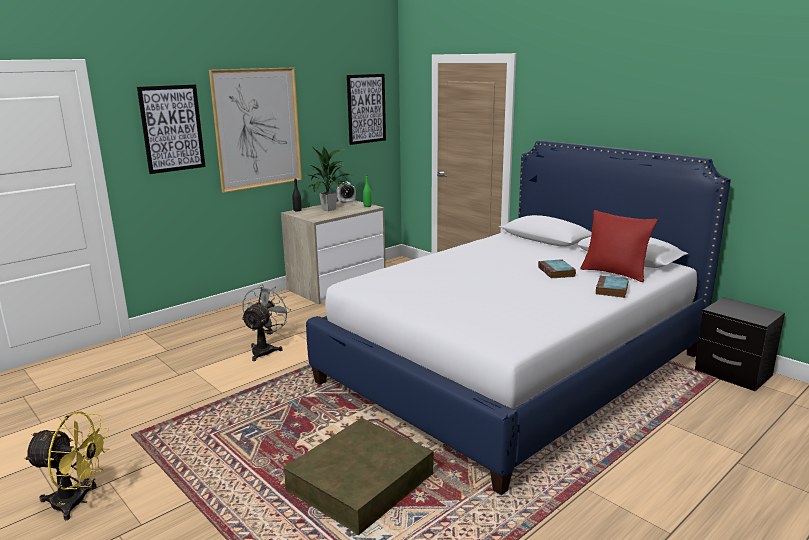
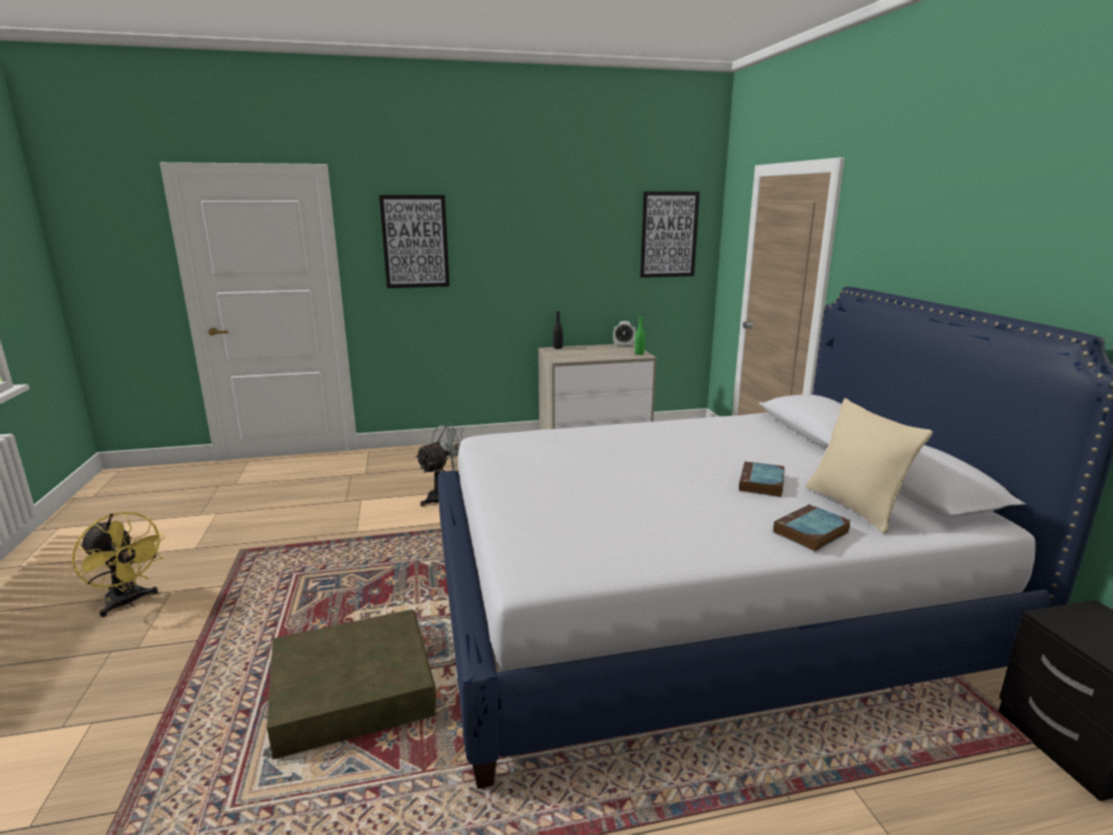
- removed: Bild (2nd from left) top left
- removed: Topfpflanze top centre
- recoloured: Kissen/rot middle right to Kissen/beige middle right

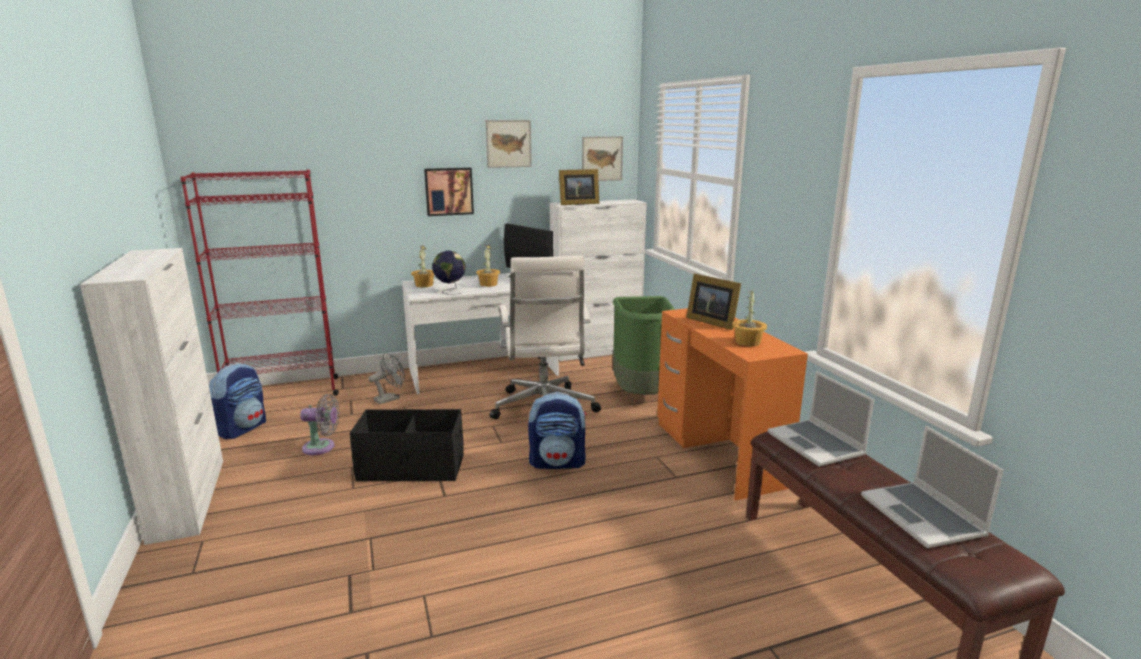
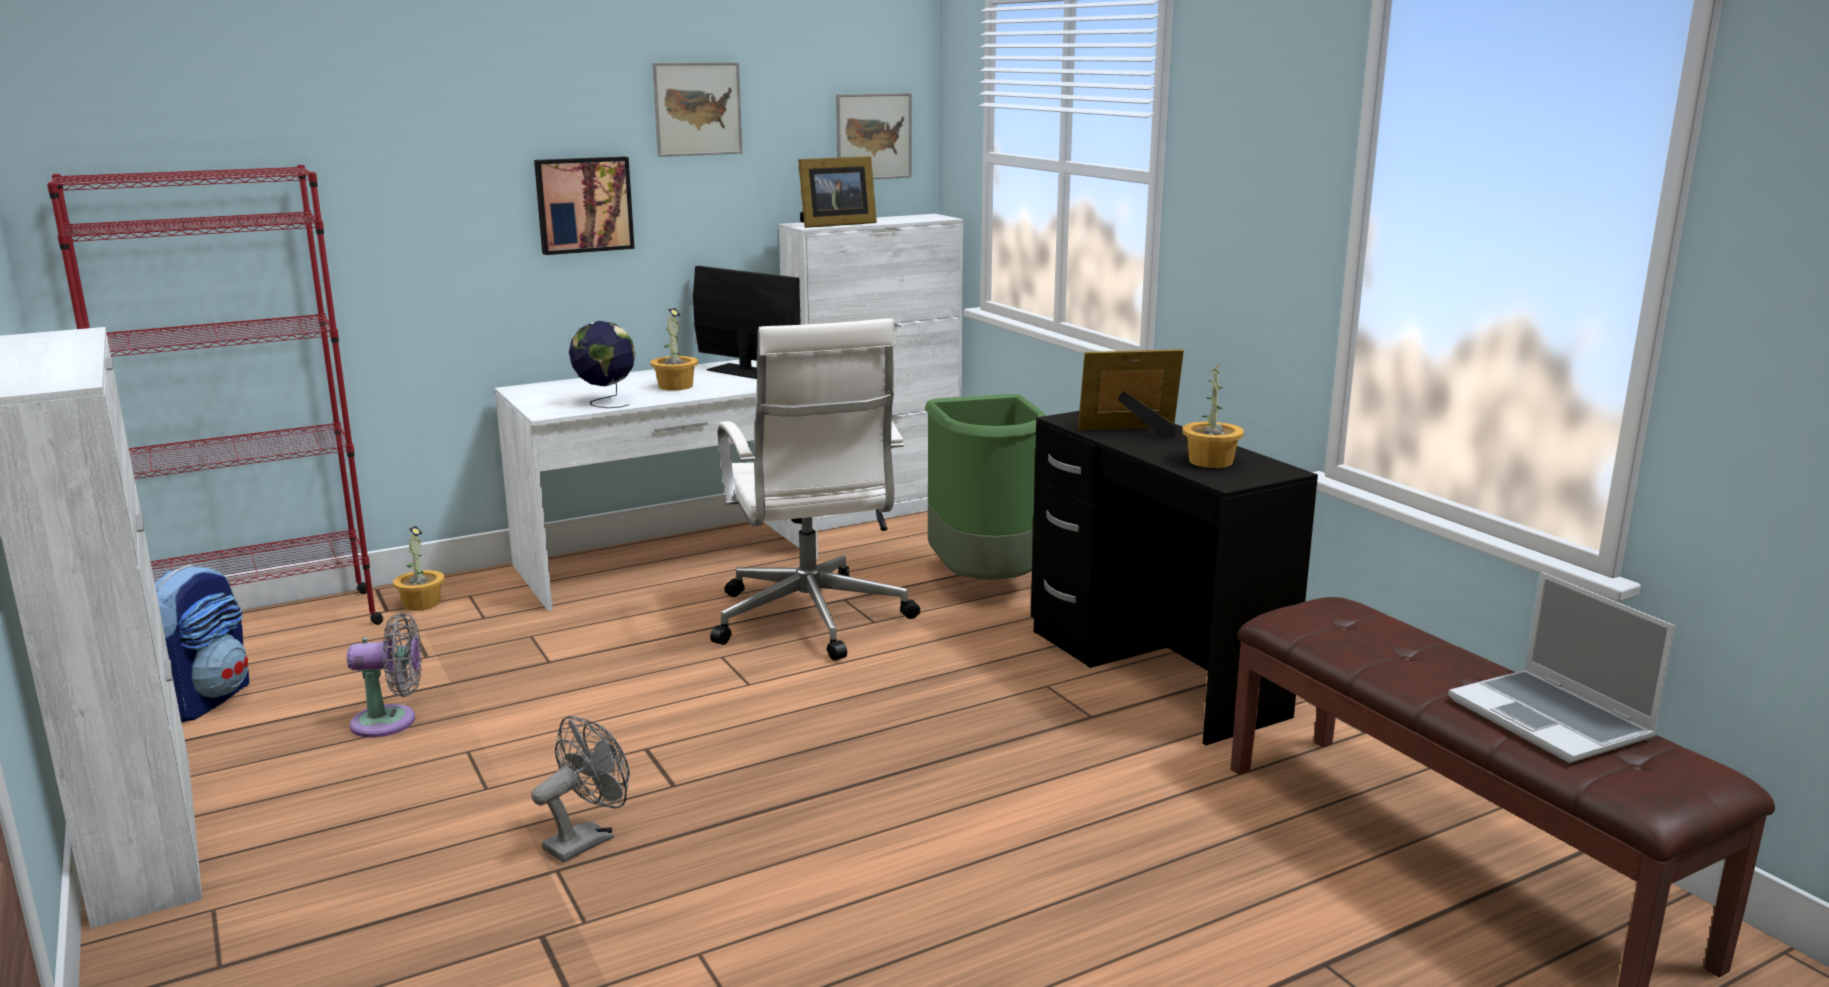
- moved: Topfpflanze (1st from left) centre to middle left
- turned: Bilderrahmen (2nd from left) centre = centre 135 degrees clockwise
- recoloured: Schreibtisch/orange centre to Schreibtisch/schwarz centre
- moved: Ventilator/grau (2nd from left) centre to bottom left
- removed: Laptop (1st from left) middle right
- removed: Rucksack (2nd from left) centre
- removed: Aufbewahrungsbox/schwarz bottom centre

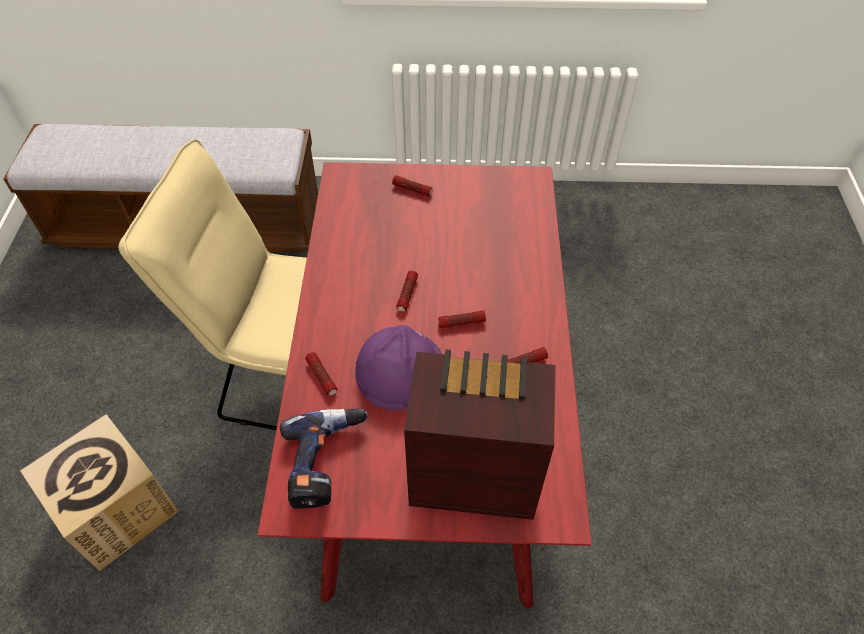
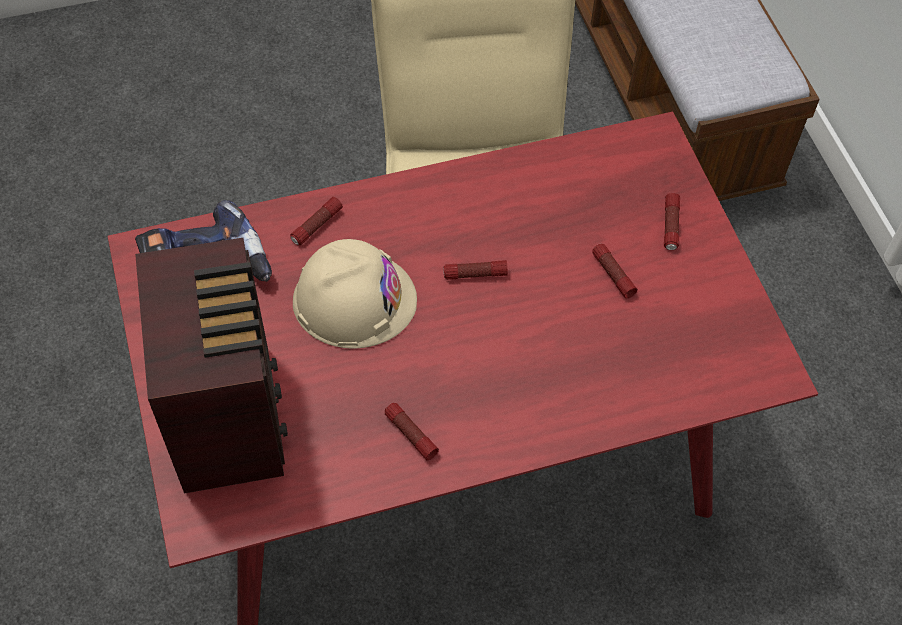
- moved: Taschenlampe (4th from left) centre to middle right
- recoloured: Schutzhelm/lila centre to Schutzhelm/beige centre
- removed: Karton bottom left

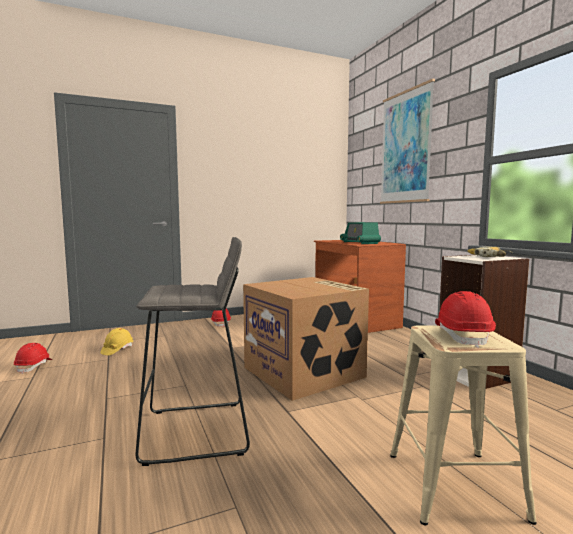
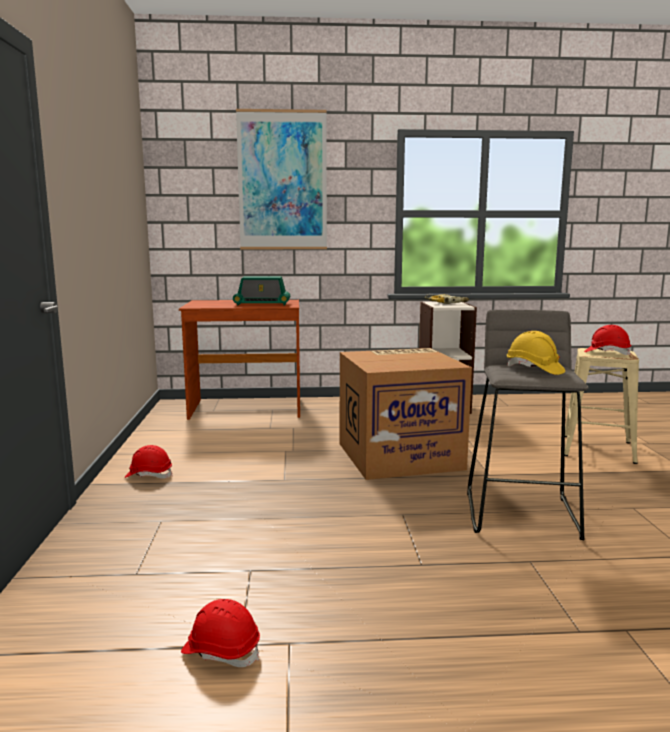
- moved: Schutzhelm/gelb middle left to middle right

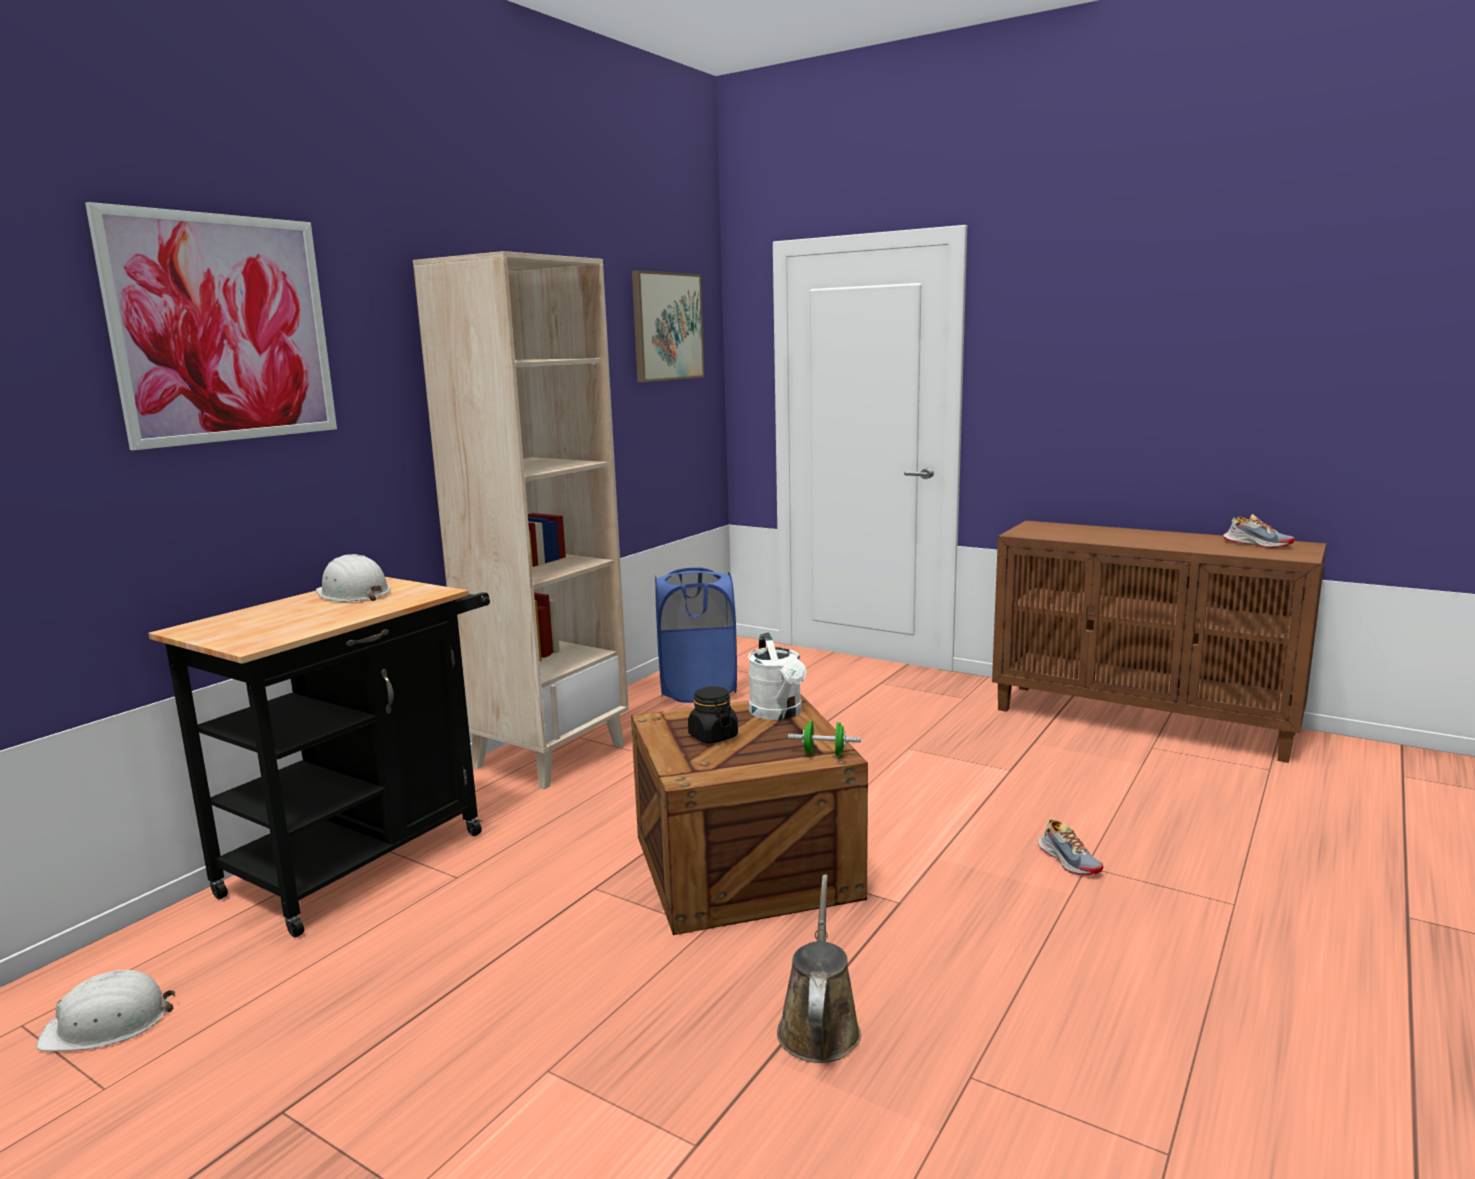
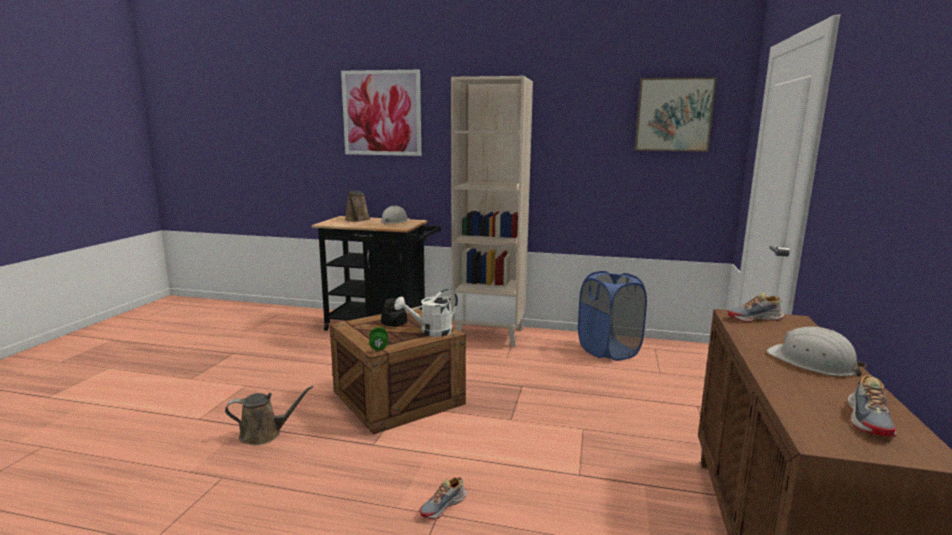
- moved: Schutzhelm/weiß (1st from left in the first image) bottom left to Schutzhelm/weiß (2nd from left) middle right
- added: Gießkanne/braun (2nd from left) centre
- added: Schuh (2nd from left) middle right

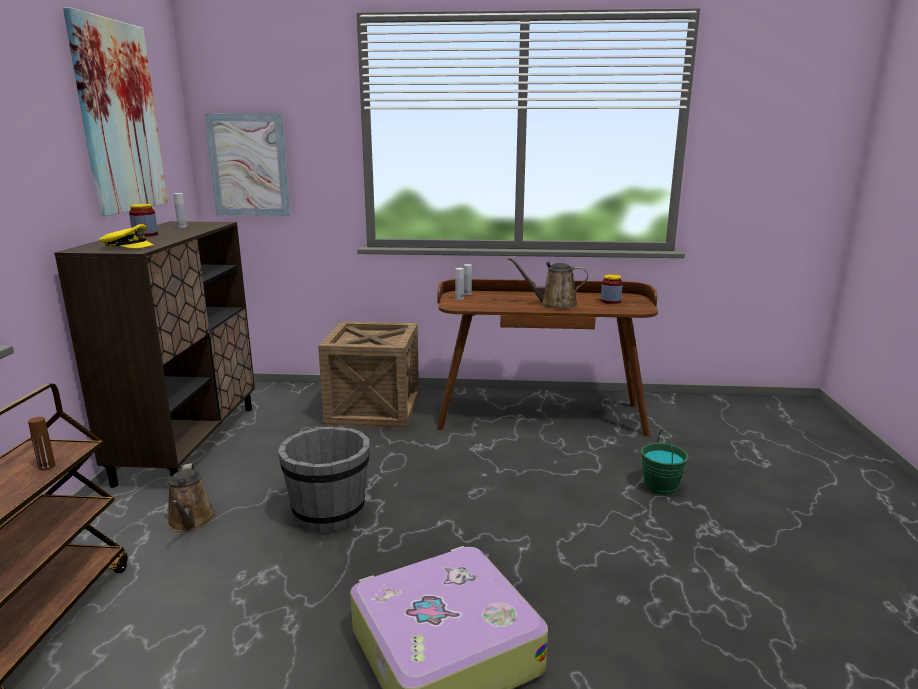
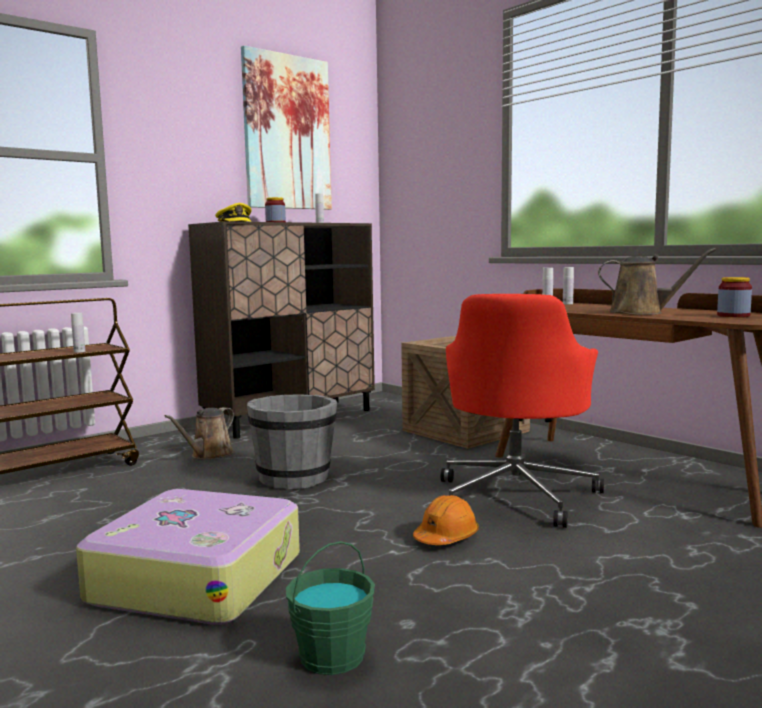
- removed: Bild (2nd from left) top left
- turned: Gießkanne/braun (2nd from left) centre = middle right 150 degrees clockwise
- recoloured: Flasche/braun middle left to Flasche/weiß (1st from left) middle left
- moved: Eimer/grün bottom right to bottom centre
- added: Bürostuhl/rot middle right
- added: Schutzhelm/orange bottom centre

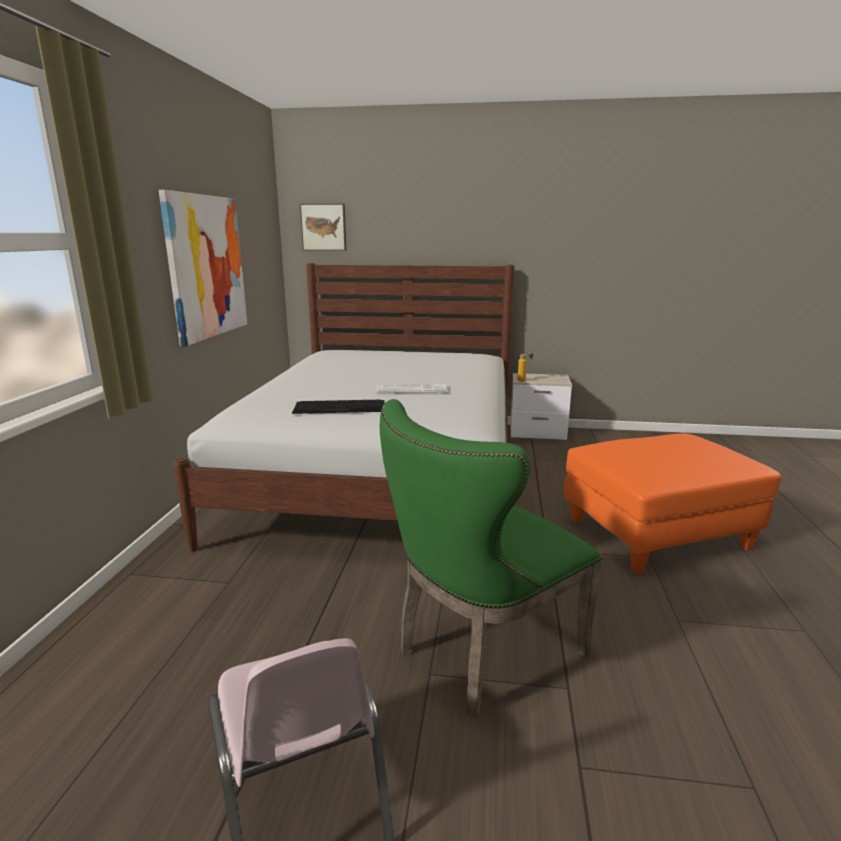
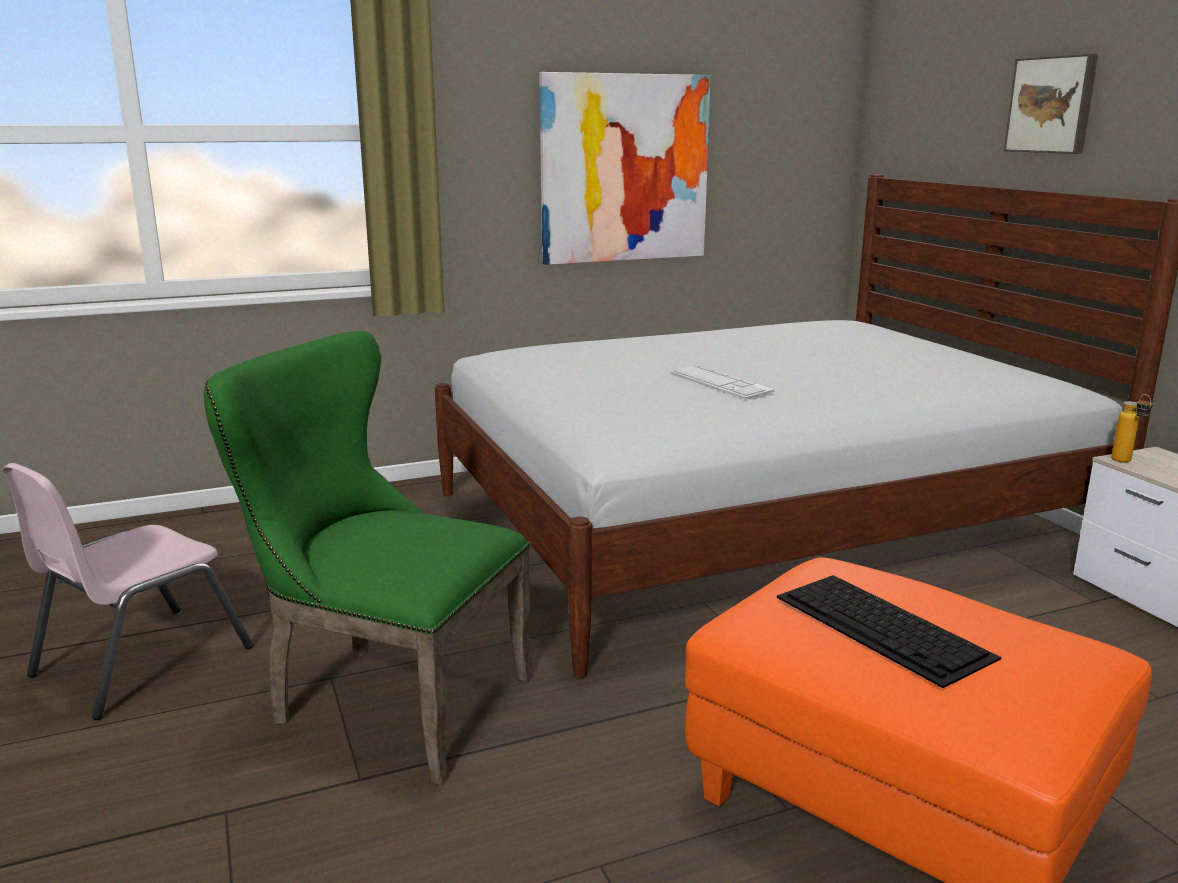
- moved: Bild (2nd from left) top centre to top right
- moved: Tastatur (1st from left in the first image) centre to Tastatur (2nd from left) bottom right

